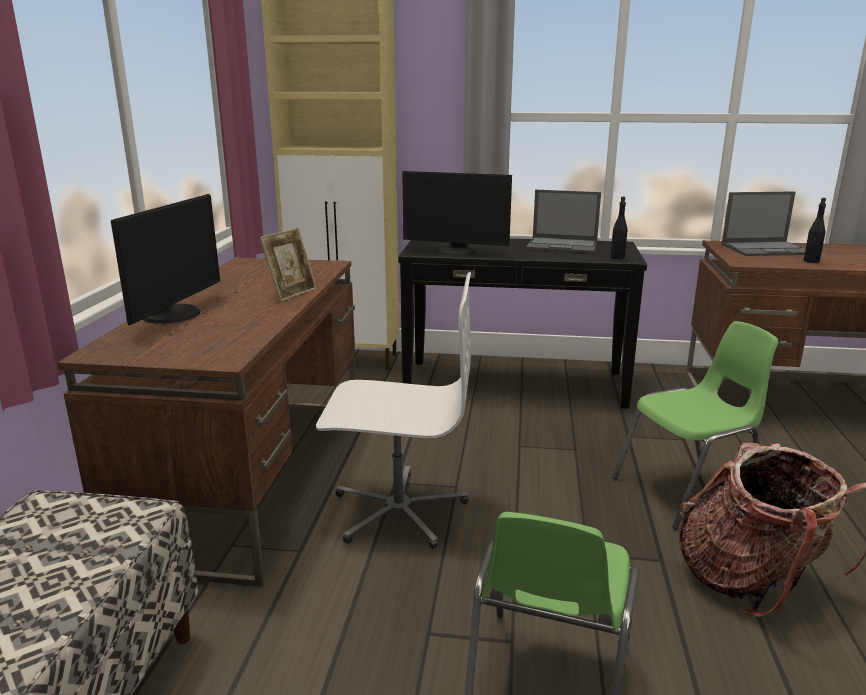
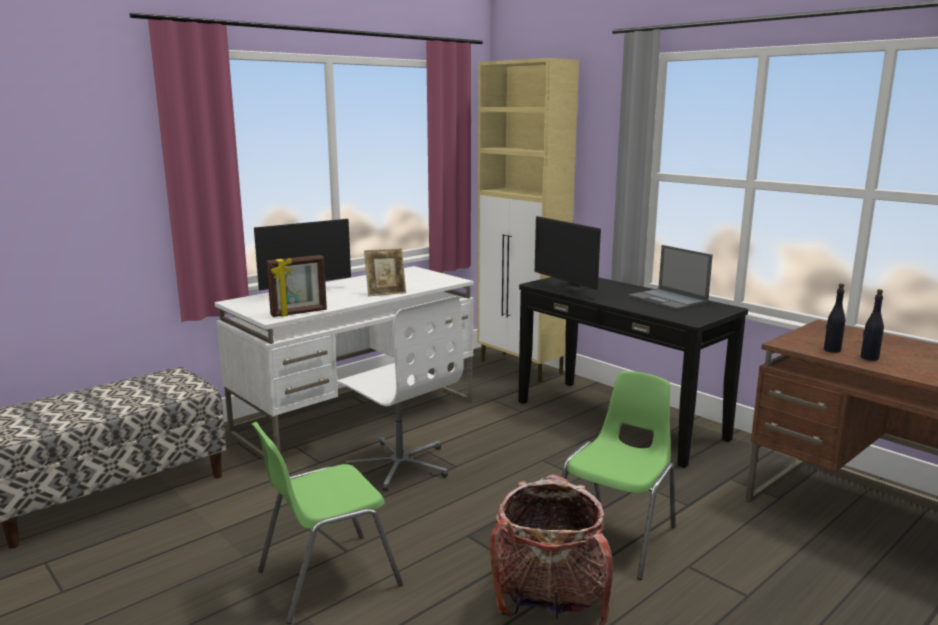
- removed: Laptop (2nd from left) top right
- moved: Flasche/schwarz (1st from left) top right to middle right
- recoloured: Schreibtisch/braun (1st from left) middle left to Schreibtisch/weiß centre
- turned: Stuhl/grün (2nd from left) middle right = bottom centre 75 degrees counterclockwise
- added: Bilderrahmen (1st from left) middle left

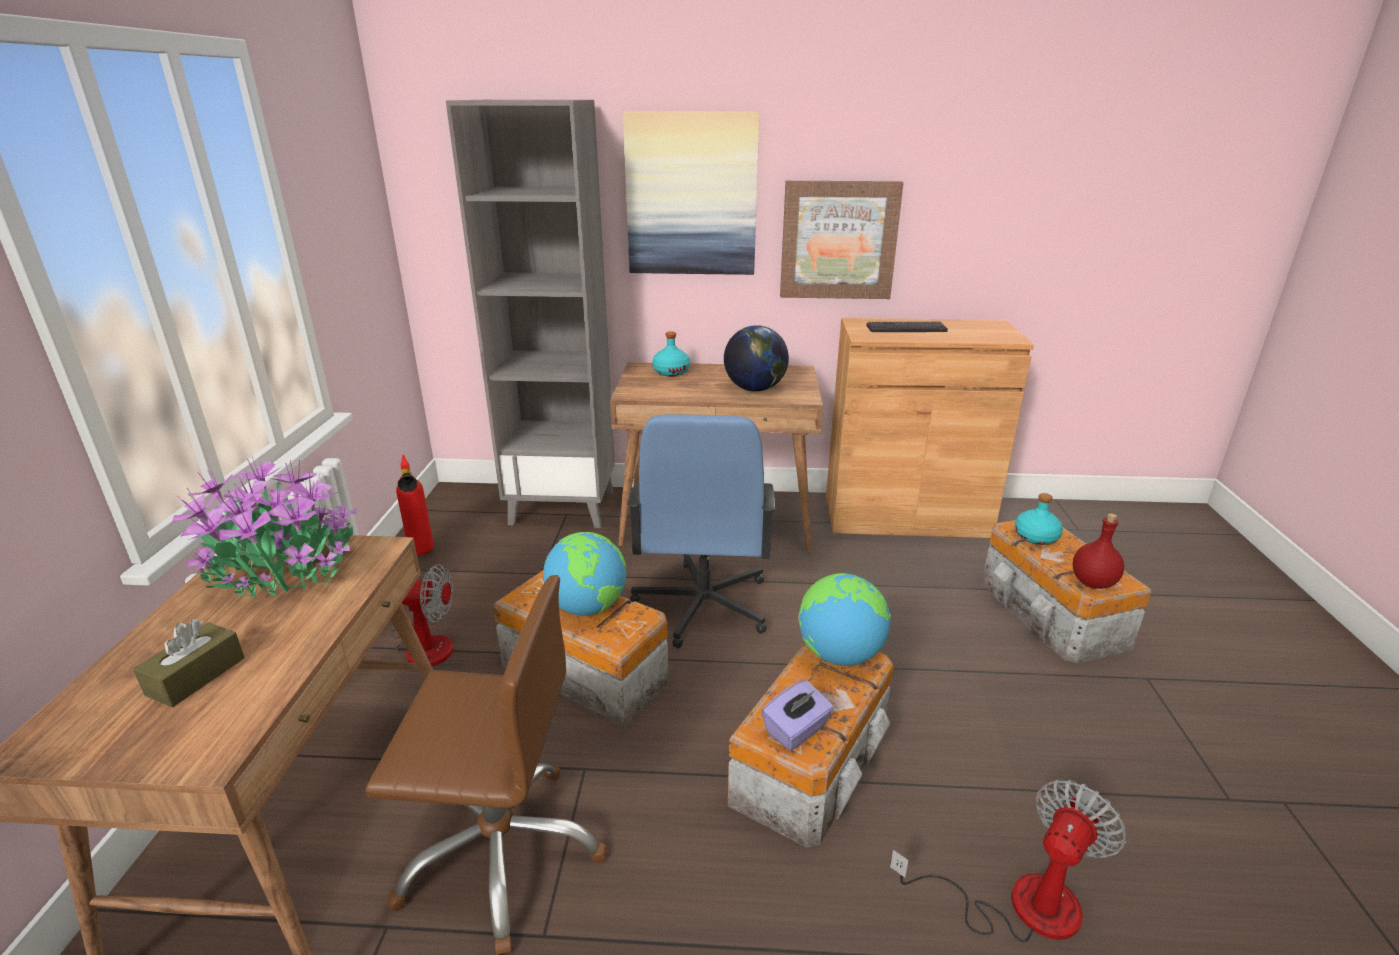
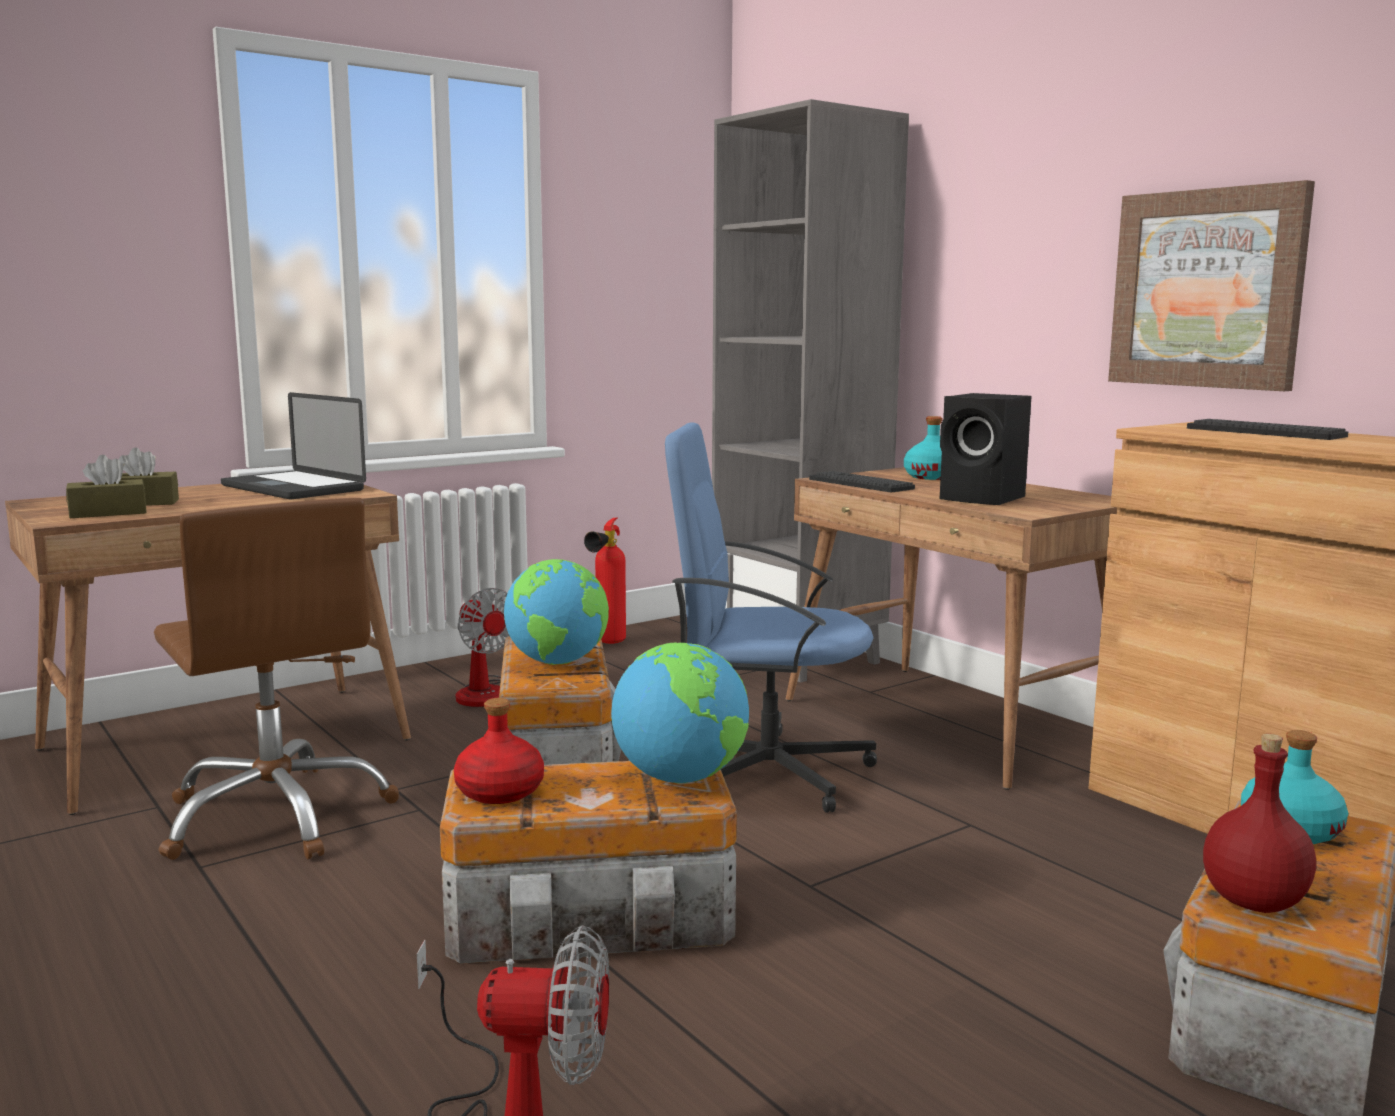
- removed: Bild (1st from left) top centre
- replaced: Globus (2nd from left) centre to Lautsprecher/schwarz middle right
- turned: Bürostuhl/blau centre = centre 45 degrees clockwise
- replaced: Topfpflanze middle left to Laptop middle left
- replaced: Taschentuchbox/lila bottom centre to Flasche/rot (1st from left) bottom centre
- added: Taschentuchbox/braun (1st from left) middle left
- added: Tastatur (1st from left) centre

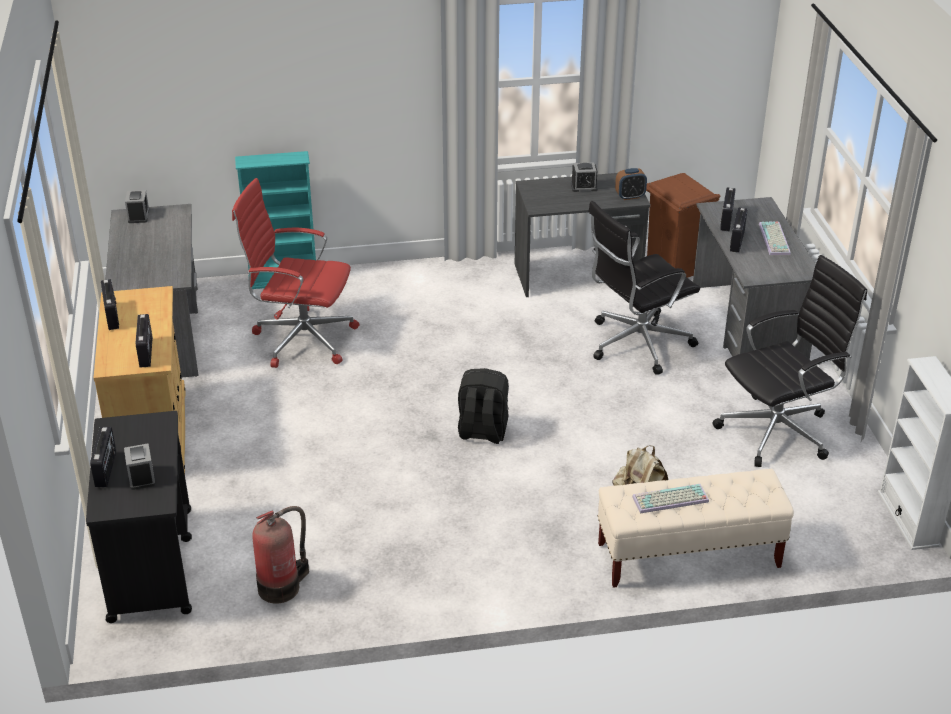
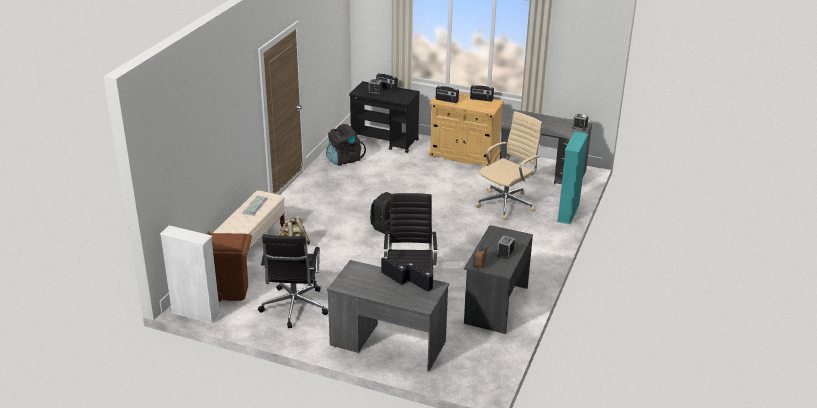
- moved: Mülleimer/braun top right to middle left
- recoloured: Bürostuhl/rot middle left to Bürostuhl/beige centre
- removed: Tastatur (2nd from left) middle right
- replaced: Feuerlöscher bottom left to Rucksack/schwarz (1st from left) centre

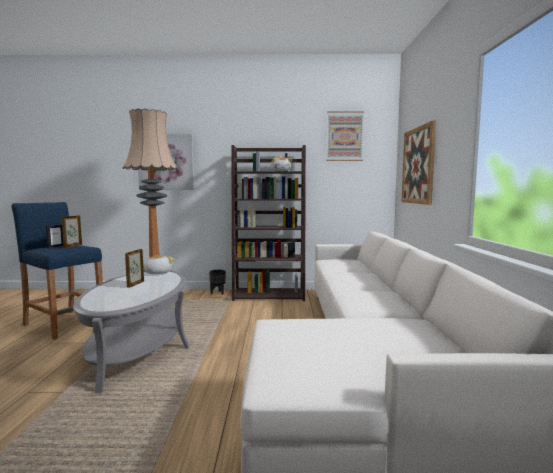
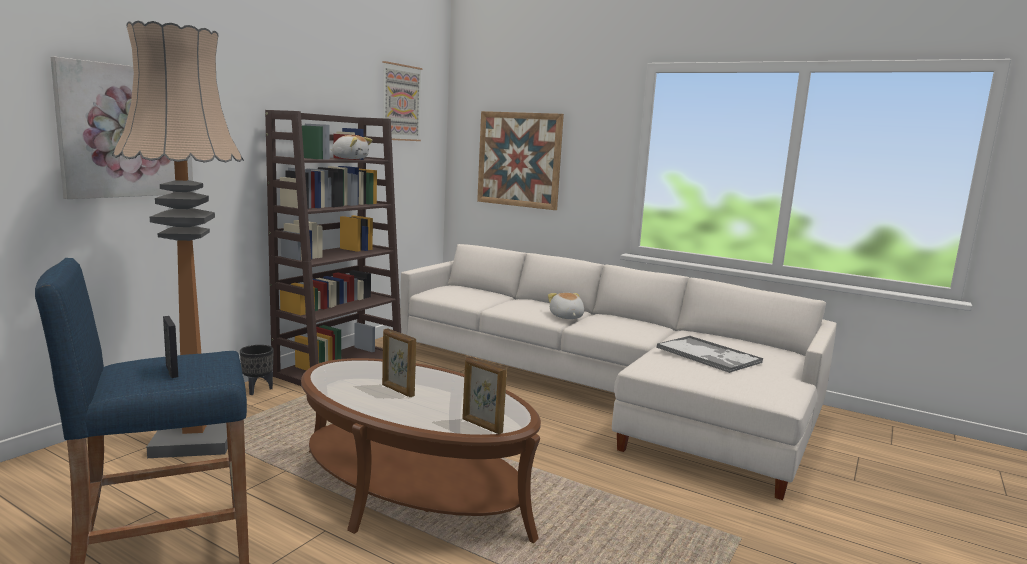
- moved: Bilderrahmen (2nd from left in the first image) middle left to Bilderrahmen (3rd from left) bottom centre
- moved: Plüschtier (1st from left in the first image) middle left to Plüschtier (2nd from left) centre
- recoloured: Couchtisch/grau bottom left to Couchtisch/braun bottom centre
- added: Tablett middle right

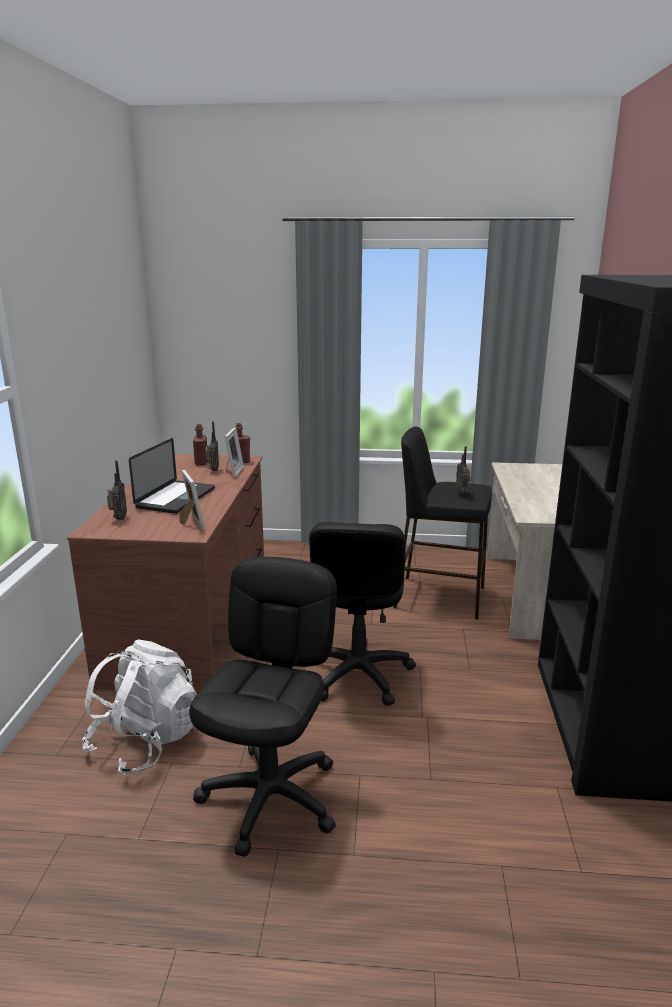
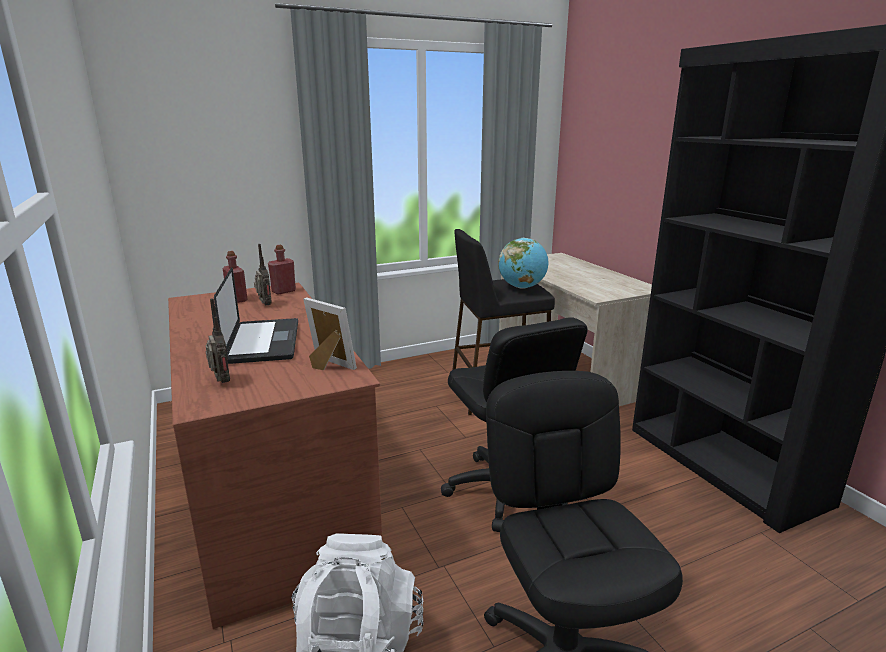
- removed: Bilderrahmen (2nd from left) centre
- replaced: Radio (3rd from left) middle right to Globus centre

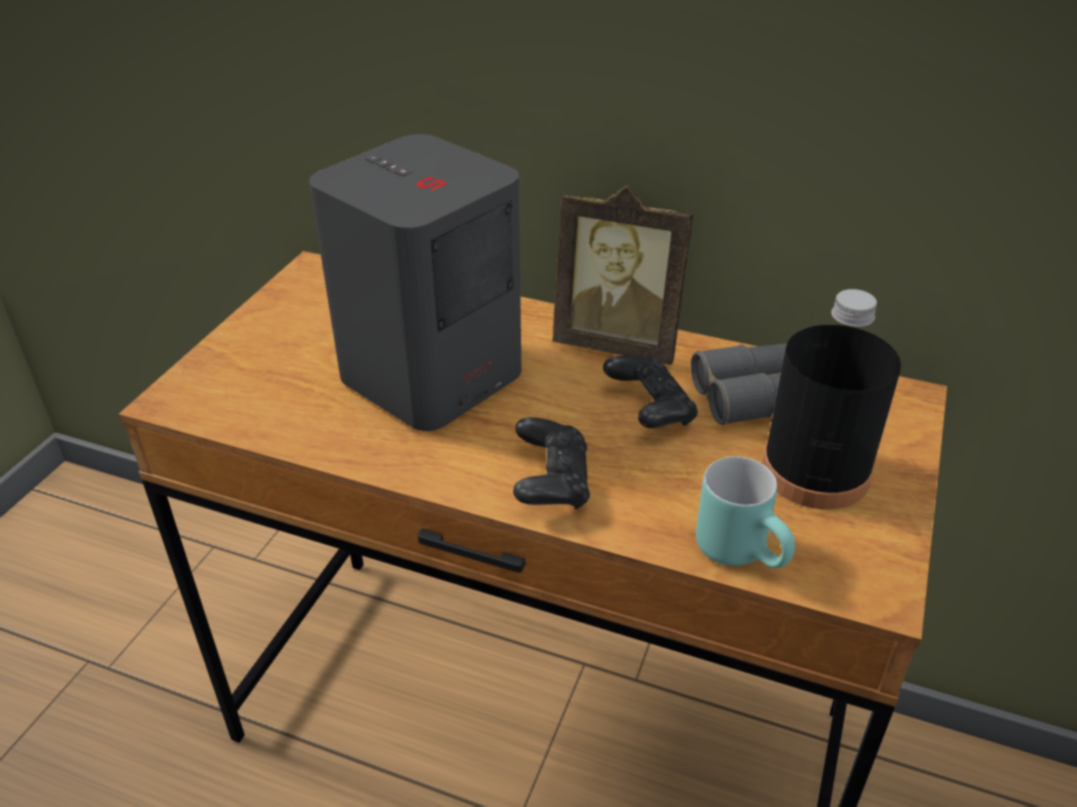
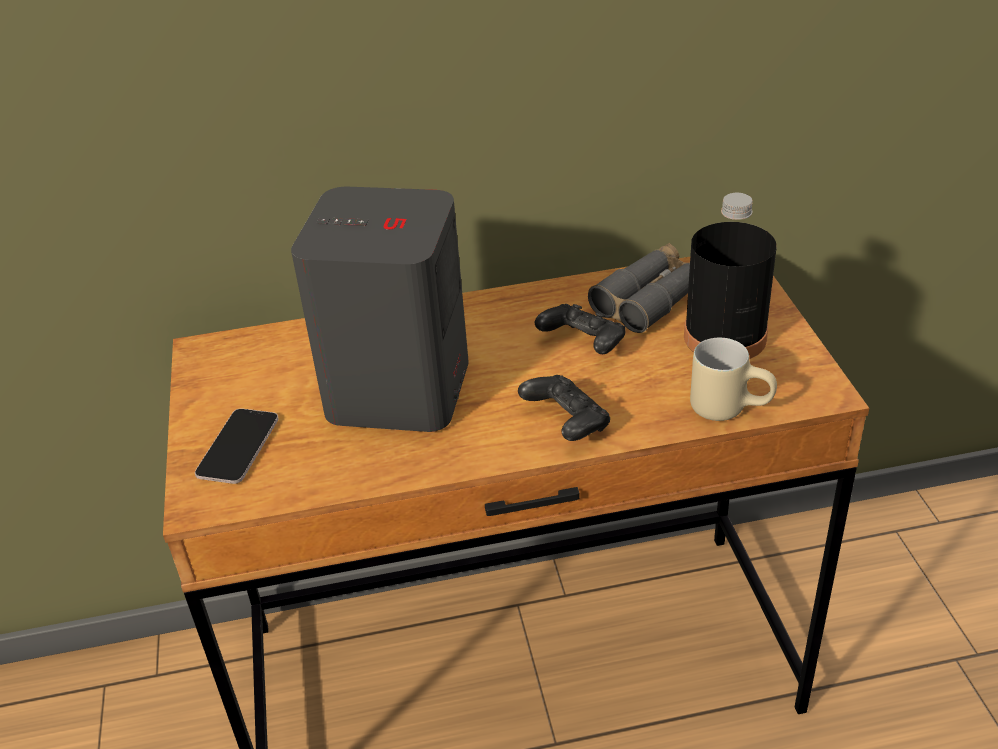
- removed: Bilderrahmen centre
- recoloured: Henkelbecher/türkis middle right to Henkelbecher/beige middle right
- added: Handy middle left

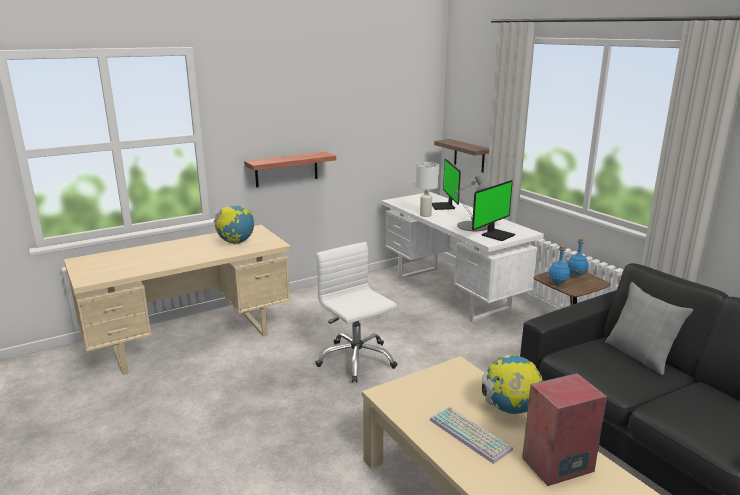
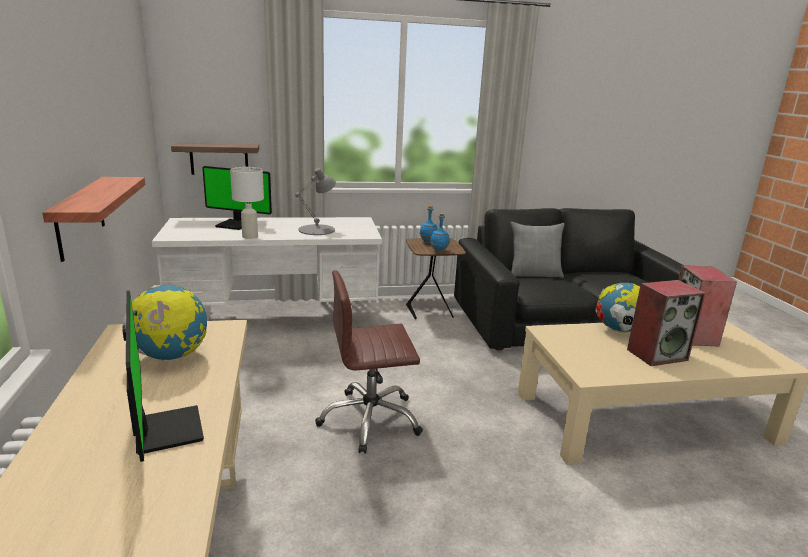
- moved: Monitor (2nd from left in the first image) centre to Monitor (1st from left) bottom left
- recoloured: Bürostuhl/weiß centre to Bürostuhl/braun centre
- replaced: Tastatur bottom centre to Lautsprecher (1st from left) middle right

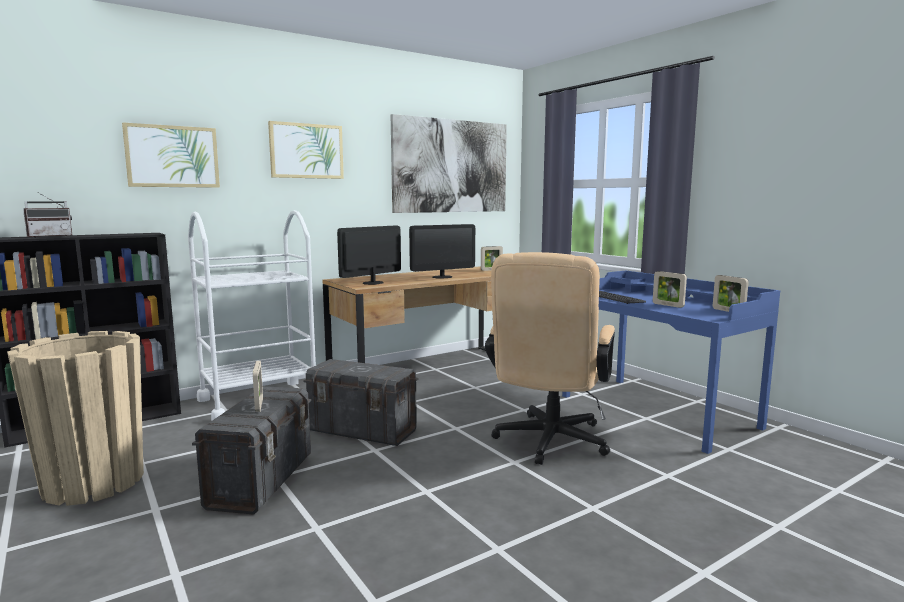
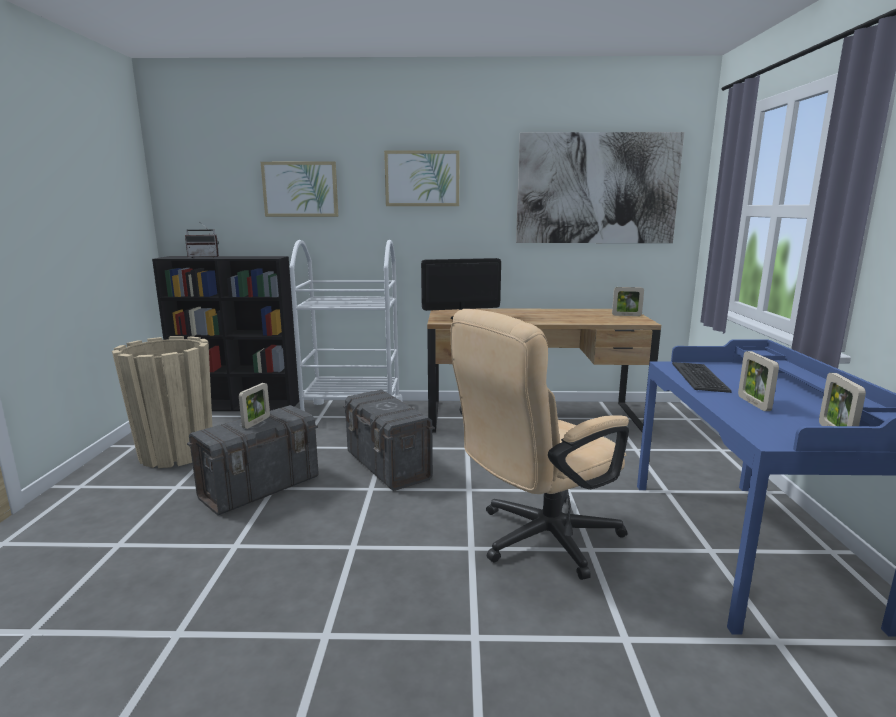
- removed: Monitor (2nd from left) centre

